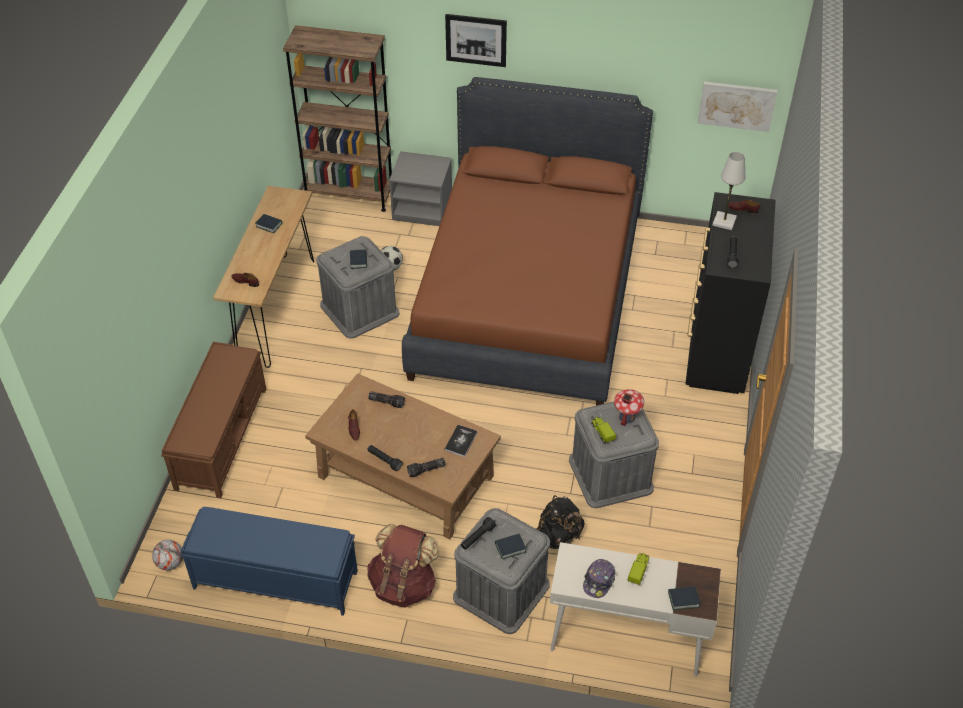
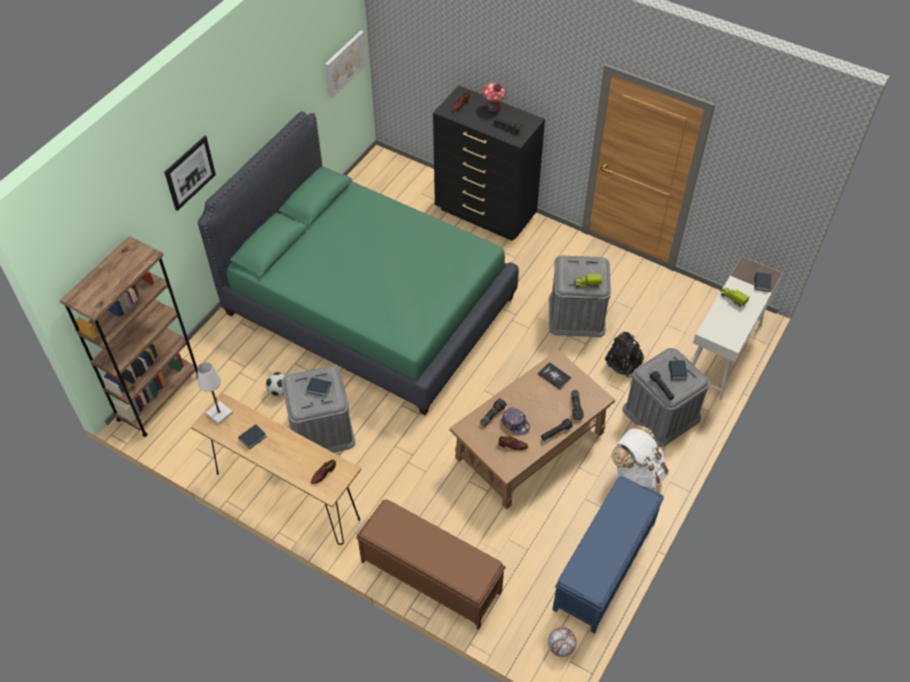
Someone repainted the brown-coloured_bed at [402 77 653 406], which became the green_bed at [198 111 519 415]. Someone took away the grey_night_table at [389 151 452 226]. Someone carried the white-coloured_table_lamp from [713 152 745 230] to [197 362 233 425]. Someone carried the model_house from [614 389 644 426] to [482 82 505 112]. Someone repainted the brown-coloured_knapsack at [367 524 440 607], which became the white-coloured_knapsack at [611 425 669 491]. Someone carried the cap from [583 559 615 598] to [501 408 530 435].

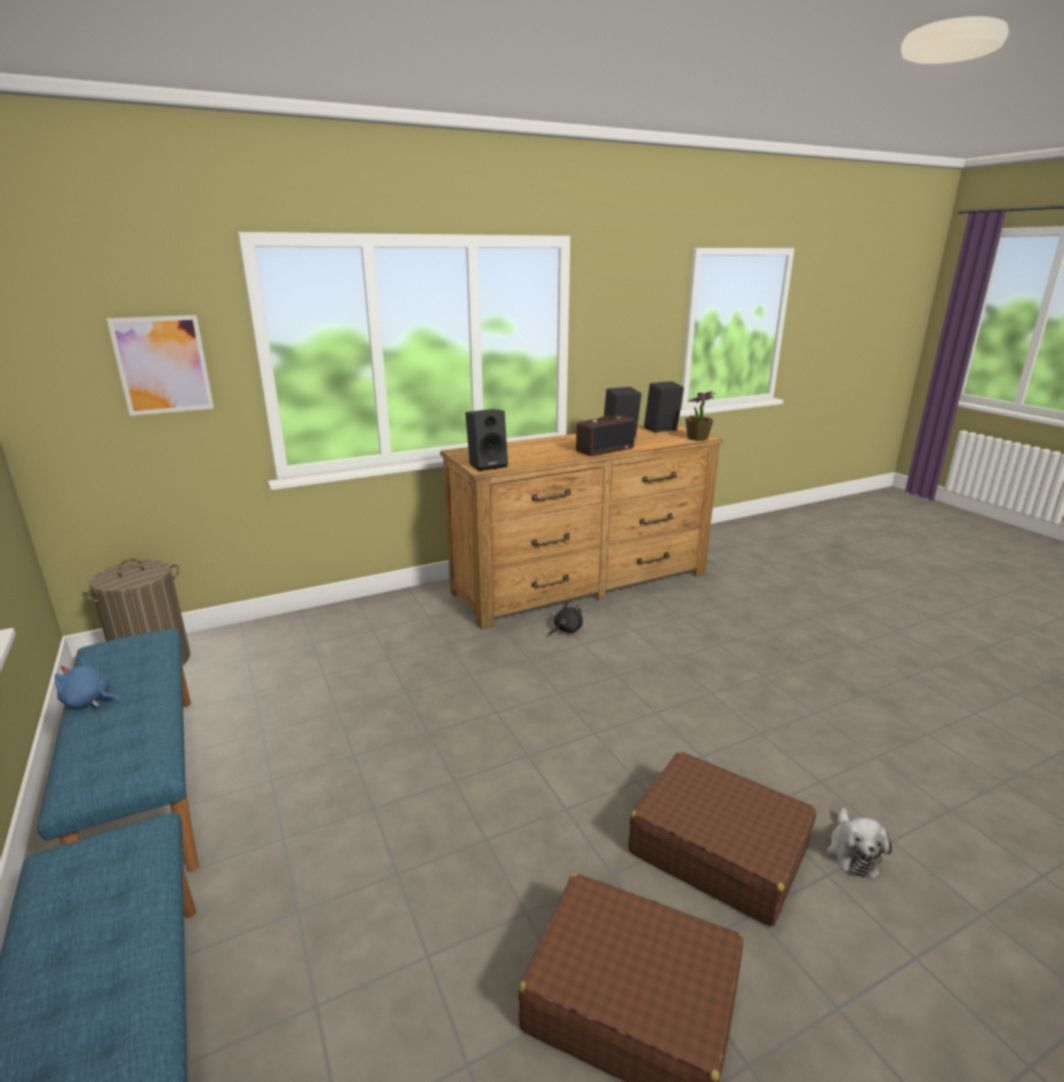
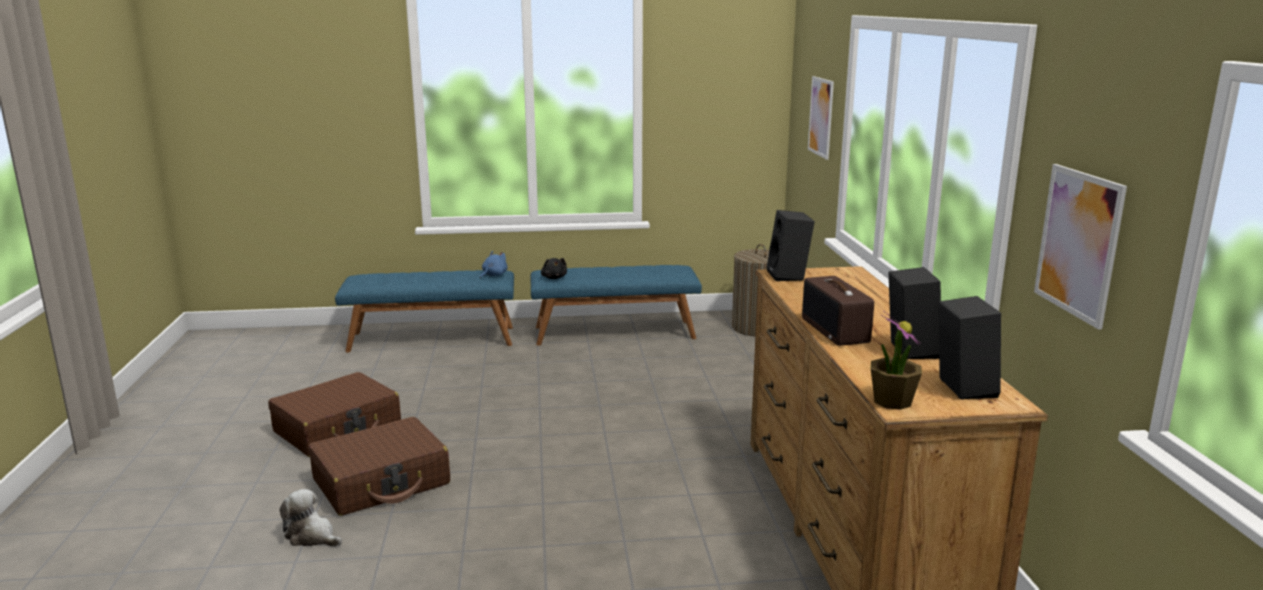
Someone carried the blackish_plush_toy from [549 602 583 636] to [541 258 567 279]. Someone carried the blue-coloured_plush_toy from [55 658 120 707] to [480 251 507 279]. Someone put up the wall_picture at [1034 164 1127 329].

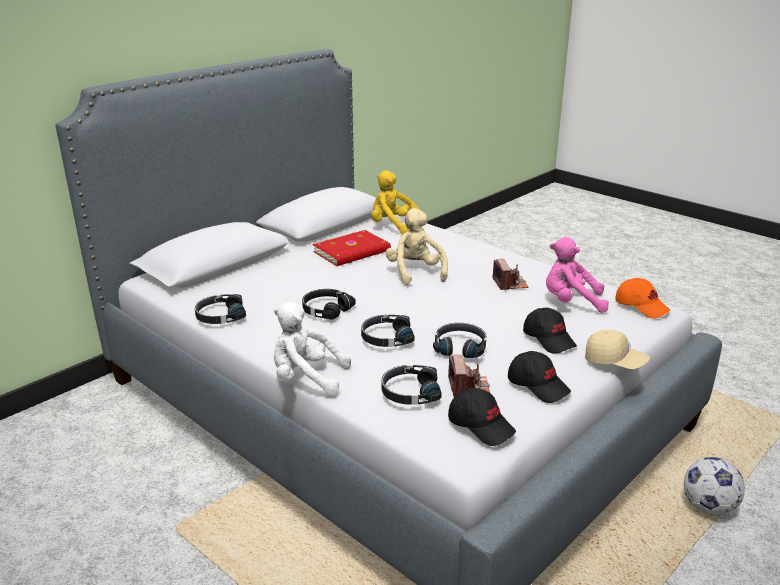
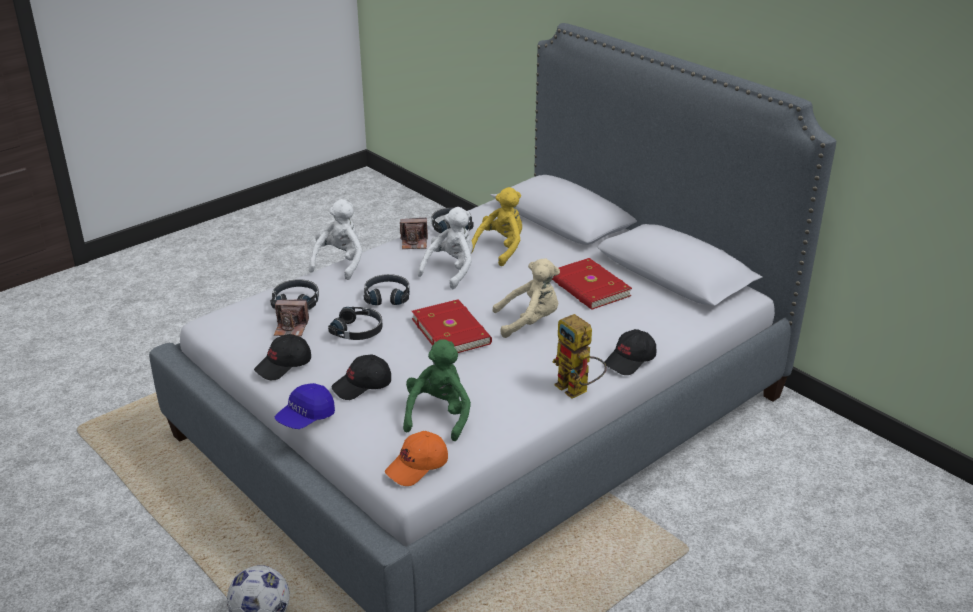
Someone carried the yellowish_plush_toy from [371 171 419 234] to [472 187 522 266]. Someone repainted the pink_plush_toy at [546 237 609 313], which became the green_plush_toy at [403 339 471 441]. Someone carried the still_camera from [492 259 529 291] to [400 218 428 249]. Someone swapped the blackish_headphones at [302 289 356 320] for the white-coloured_plush_toy at [418 207 473 289]. Someone repainted the beige-coloured_cap at [585 330 650 370], which became the blue-coloured_cap at [275 383 335 429]. Someone carried the blackish_cap from [448 388 516 446] to [605 329 656 375]. Someone put down the reddish_bound_book at [412 299 492 353]. Someone put down the toy_robot at [553 314 607 399].

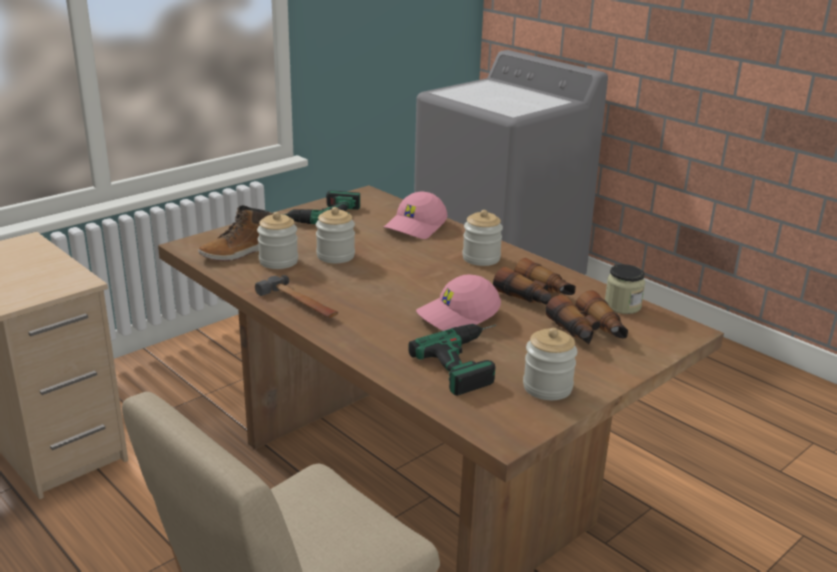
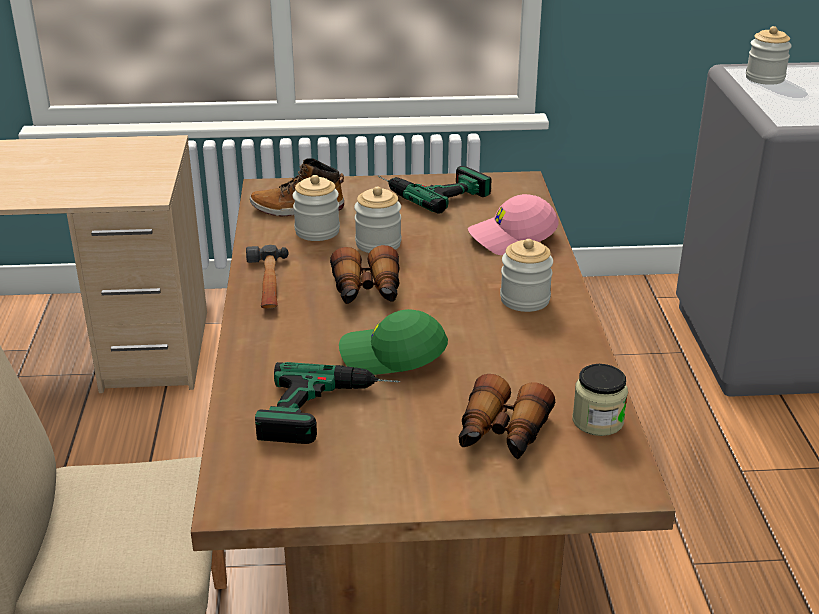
Someone carried the pair_of_binoculars from [493 258 576 305] to [330 245 400 304]. Someone repainted the pink_cap at [416 274 501 331], which became the green_cap at [339 309 448 375]. Someone carried the jar from [523 328 577 400] to [746 26 792 85].

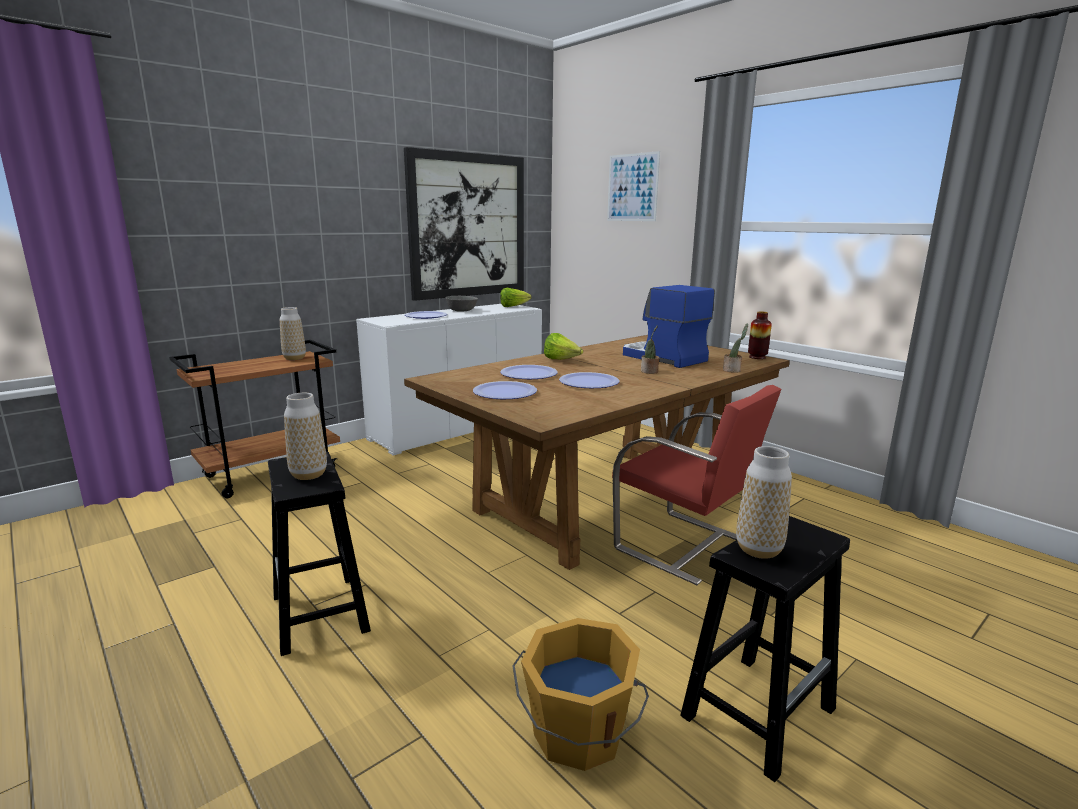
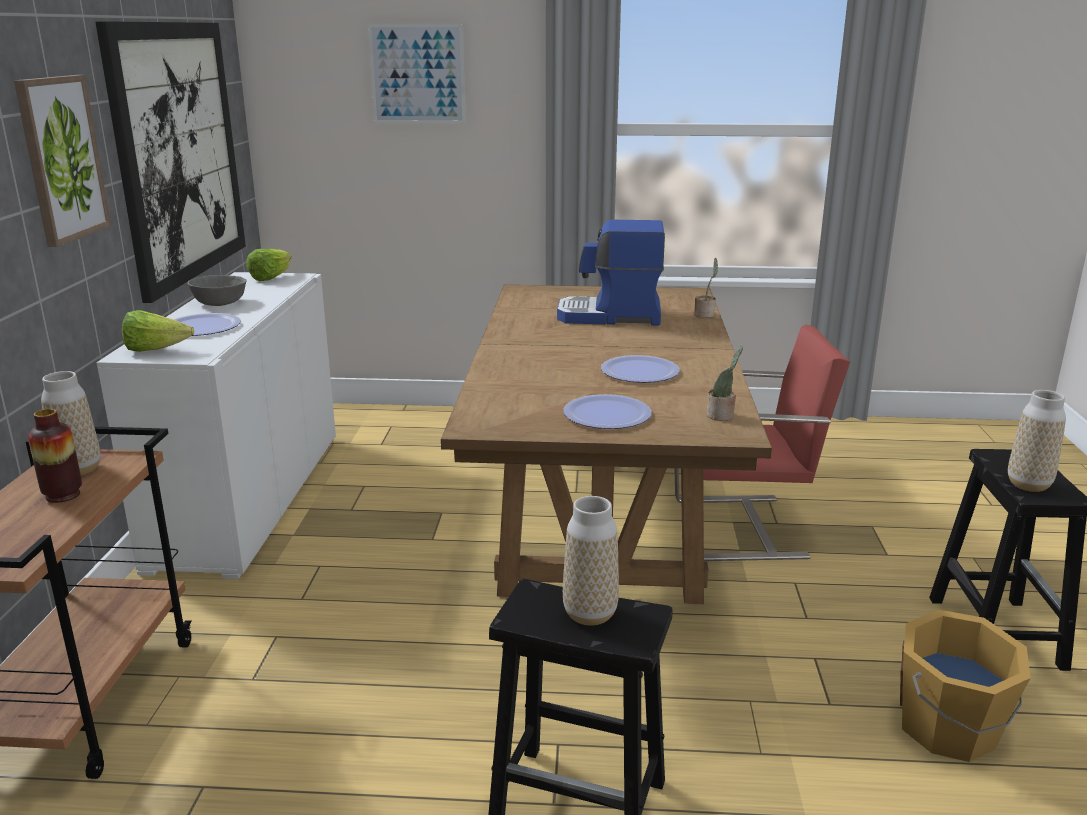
Someone carried the decorative_vase from [748 312 772 359] to [28 409 82 503]. Someone carried the plant_in_a_pot from [641 326 660 374] to [707 346 743 421]. Someone carried the lettuce from [544 333 583 360] to [122 310 194 352]. Someone took away the flat_dish at [500 365 558 379]. Someone put up the wall_picture at [14 75 111 247].

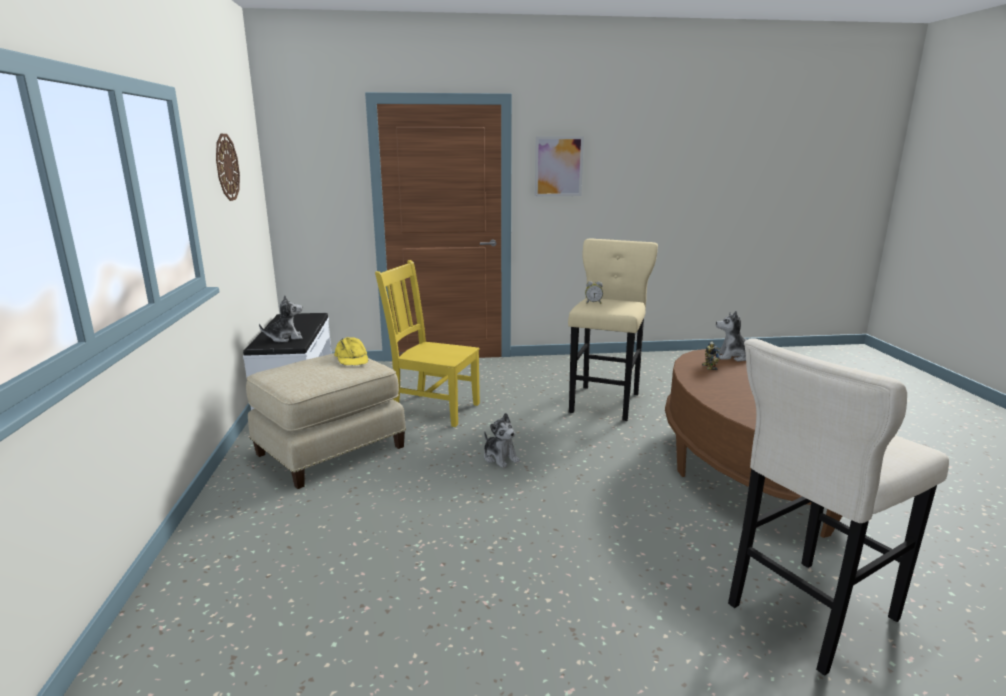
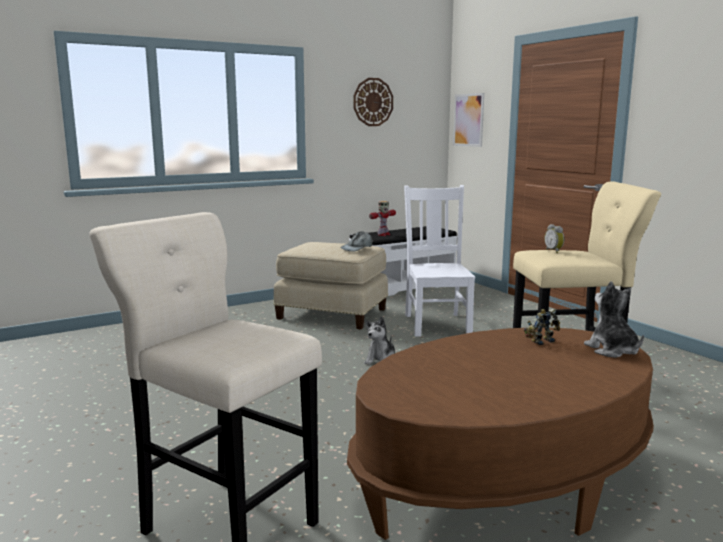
Someone carried the wall_picture from [535 136 584 196] to [453 93 484 147]. Someone repainted the yellowish_chair at [375 260 480 427], which became the white-coloured_chair at [404 185 475 337]. Someone swapped the plush_toy at [259 295 302 342] for the toy_robot at [369 201 396 236]. Someone repainted the yellowish_cap at [335 337 368 365], which became the grey_cap at [341 231 372 251].

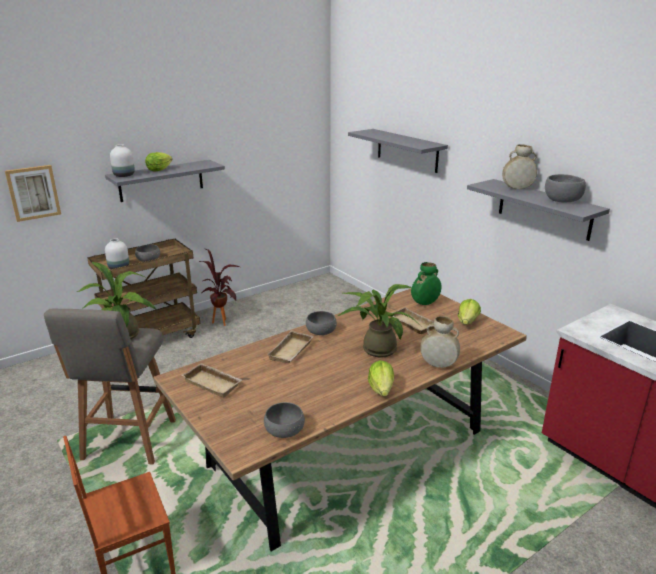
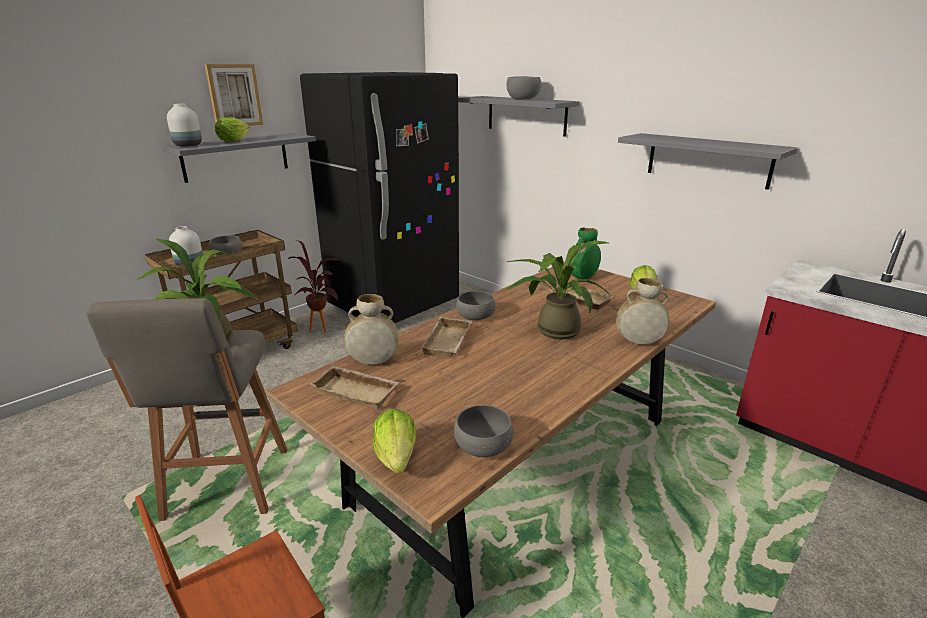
Someone carried the beige-coloured_decorative_vase from [502 144 537 189] to [344 294 399 365]. Someone carried the wall_picture from [5 165 61 222] to [205 64 263 126]. Someone carried the grey_serving_bowl from [545 174 586 202] to [506 76 541 100]. Someone carried the lettuce from [368 360 394 396] to [373 409 416 473]. Someone put down the blackish_fridge at [300 72 459 323].

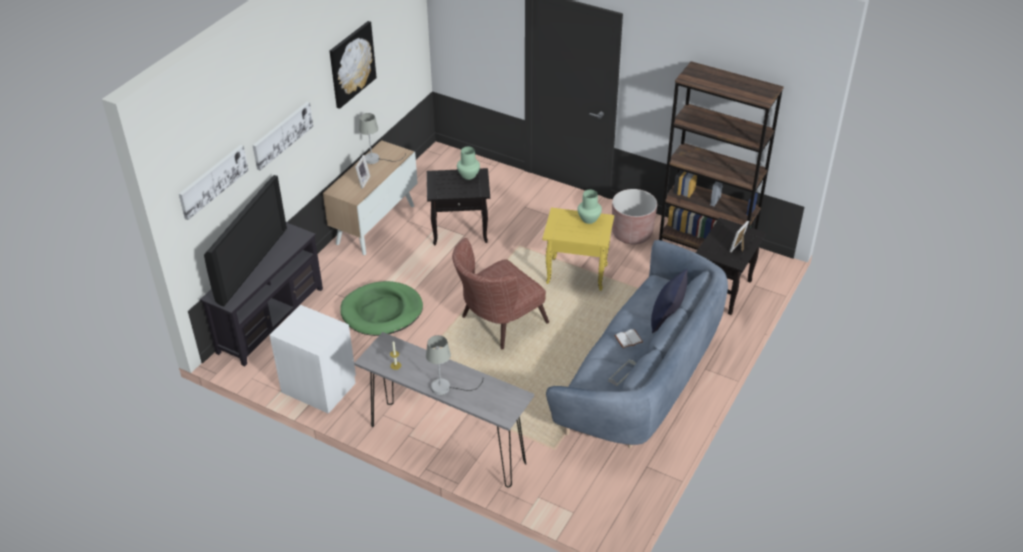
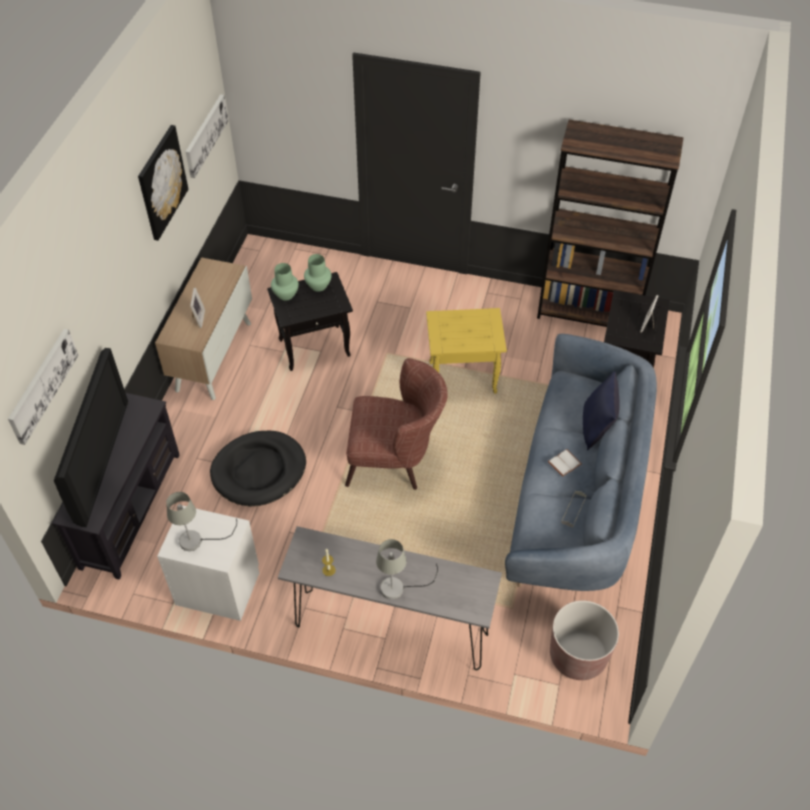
Someone carried the wall_picture from [252 102 313 171] to [186 94 229 178]. Someone carried the grey_table_lamp from [359 113 406 164] to [166 492 237 551]. Someone carried the green_decorative_vase from [577 189 602 224] to [271 263 299 301]. Someone carried the brown-coloured_flower_pot from [612 189 657 244] to [550 600 619 680]. Someone rotated the brown-coloured_easy_chair at [452 238 549 350] by 120 degrees counterclockwise. Someone repainted the green_dog_bed at [340 281 423 336], which became the blackish_dog_bed at [210 431 306 506].

